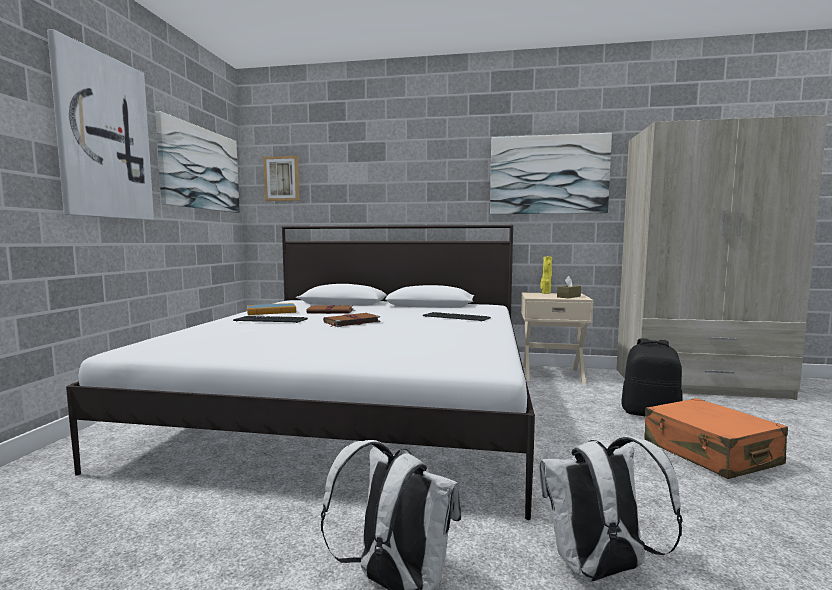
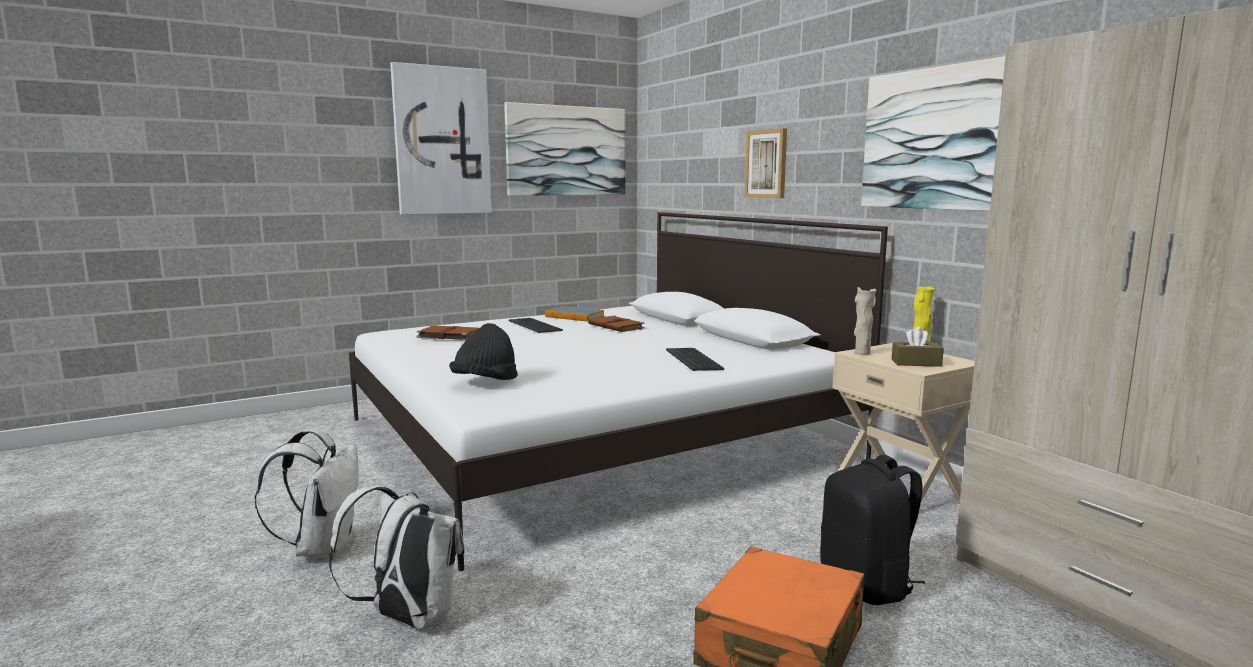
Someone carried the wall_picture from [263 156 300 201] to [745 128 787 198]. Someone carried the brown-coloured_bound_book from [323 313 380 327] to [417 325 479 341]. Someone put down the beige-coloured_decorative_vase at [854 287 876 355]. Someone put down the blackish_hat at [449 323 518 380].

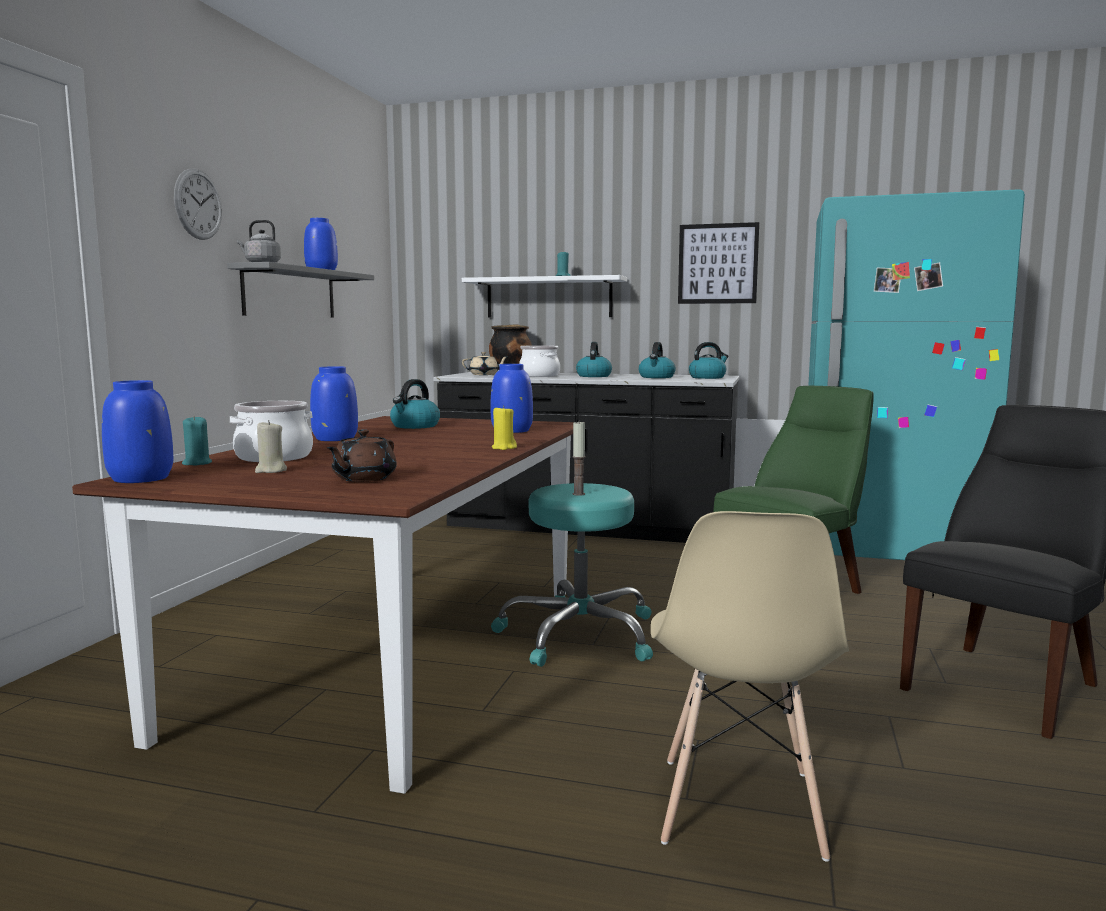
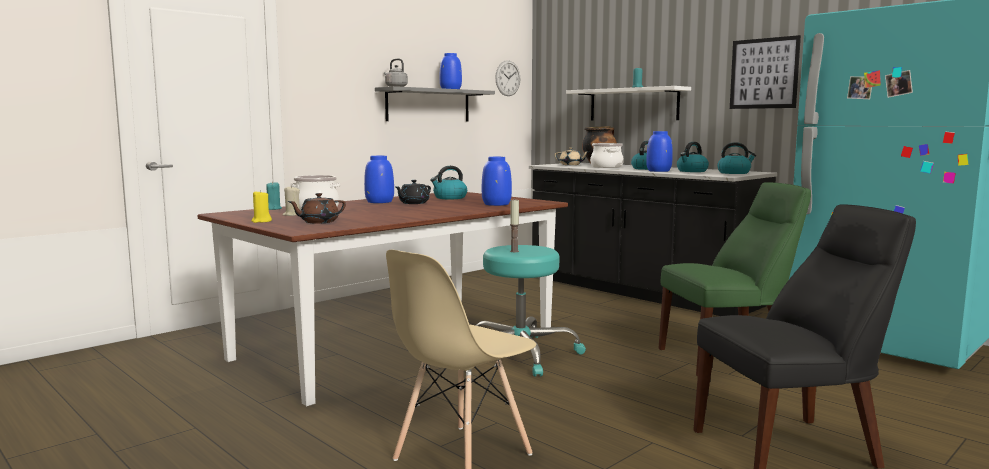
Someone carried the clock_on_the_wall from [174 168 222 240] to [495 60 520 96]. Someone carried the blue-coloured_decorative_vase from [102 380 173 483] to [646 131 673 172]. Someone carried the yellowish_wax_candle from [492 405 517 450] to [252 190 272 223]. Someone put down the blackish_pot_for_tea at [395 180 431 204].

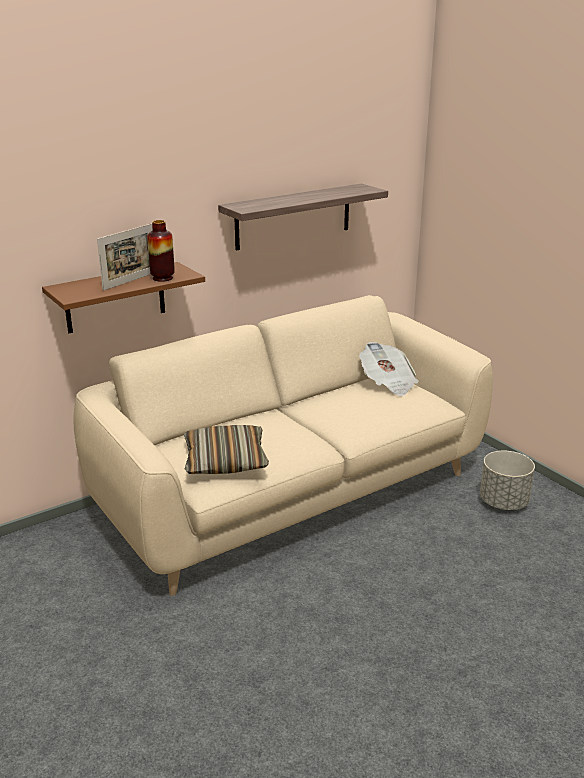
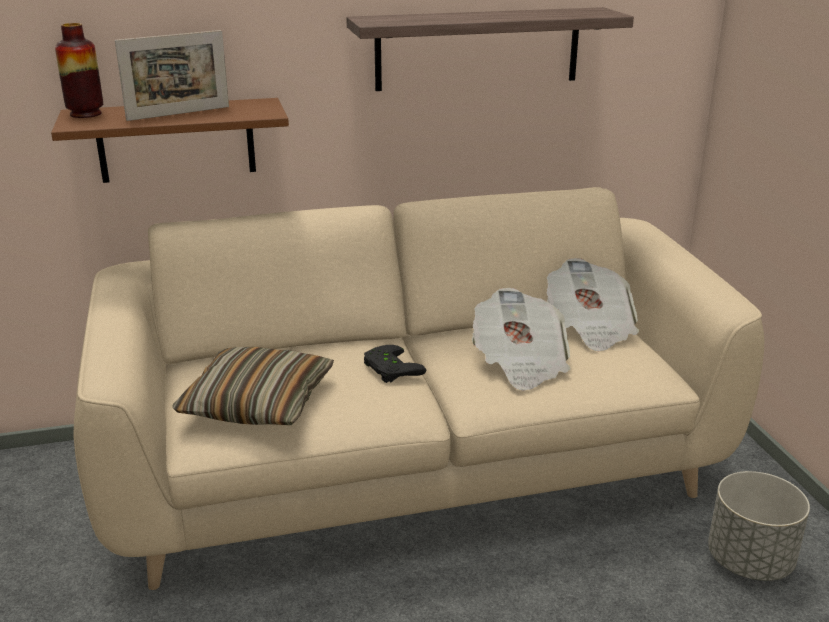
Someone carried the decorative_vase from [147 220 175 282] to [55 23 103 118]. Someone put down the daily_paper at [472 288 570 391]. Someone put down the blackish_game_controller at [364 345 426 383].

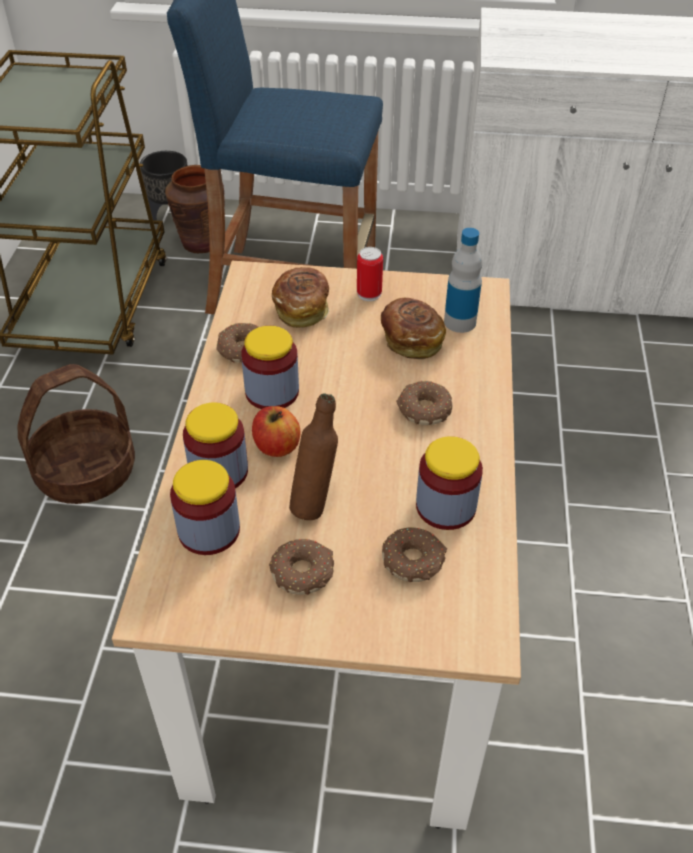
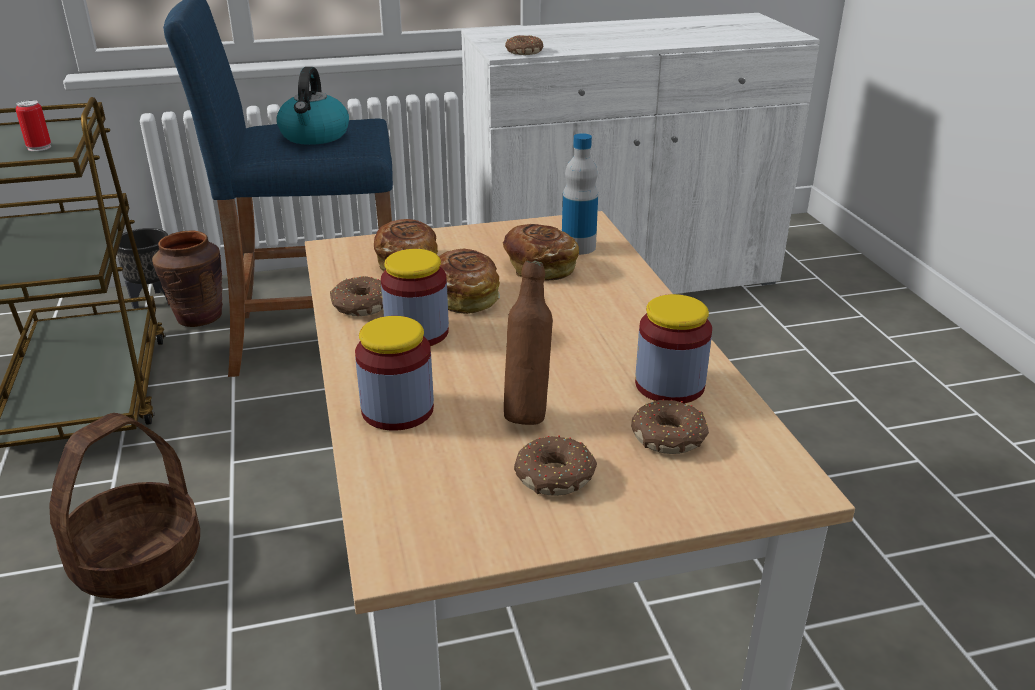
Someone carried the metal_can from [357 247 383 301] to [16 100 51 151]. Someone carried the doughnut from [396 381 453 425] to [505 35 543 55]. Someone took away the apple at [252 406 300 457]. Someone took away the jar at [170 460 240 555]. Someone put down the water_kettle at [276 67 349 145]. Someone put down the bread at [439 249 500 314].

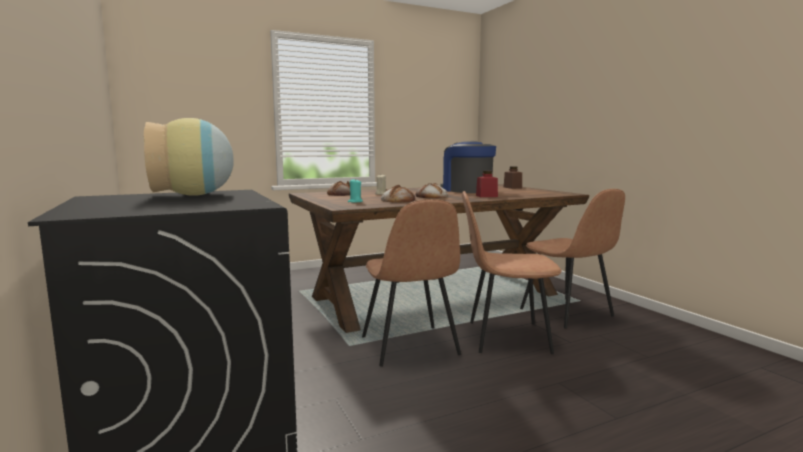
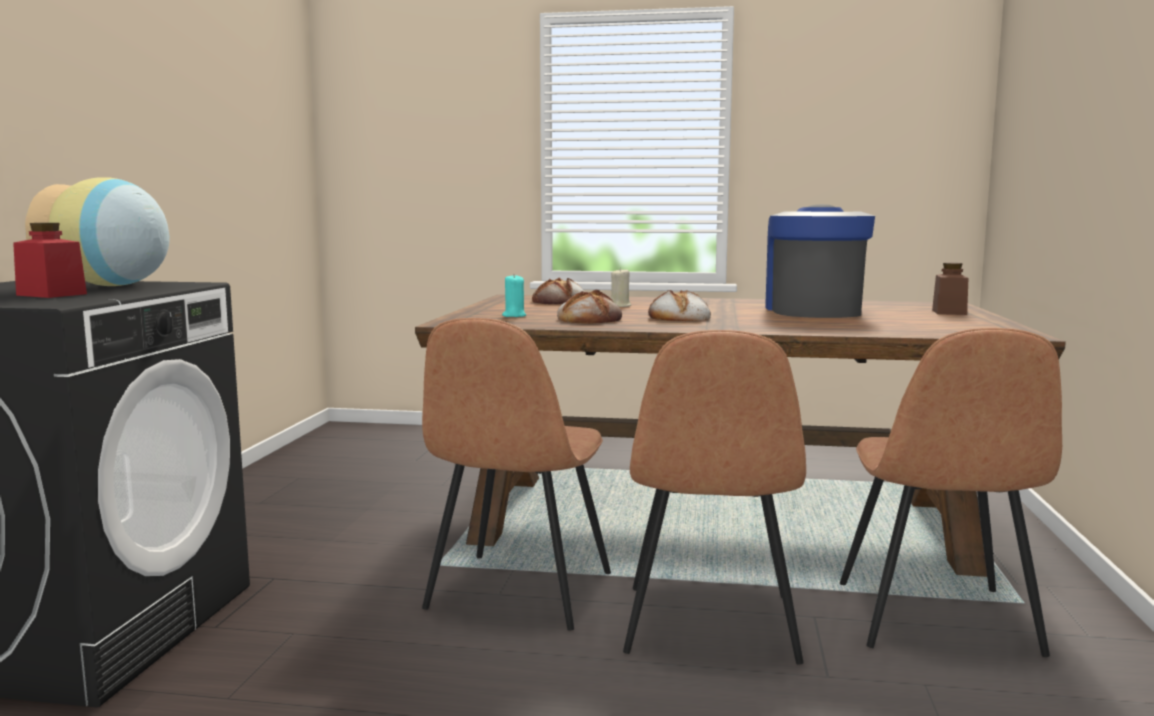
Someone carried the reddish_jar from [476 171 498 197] to [13 223 87 298]. Someone rotated the brown-coloured_chair at [462 191 562 354] by 120 degrees counterclockwise.

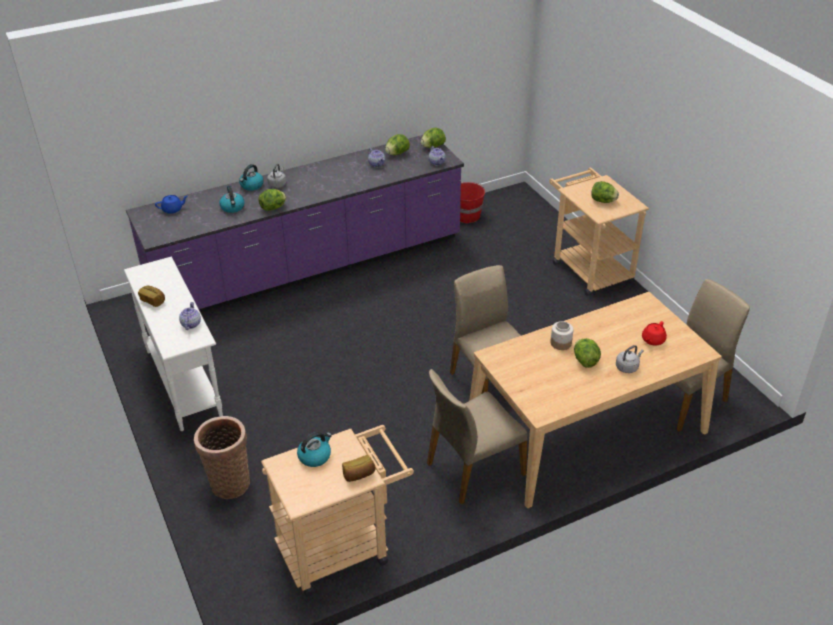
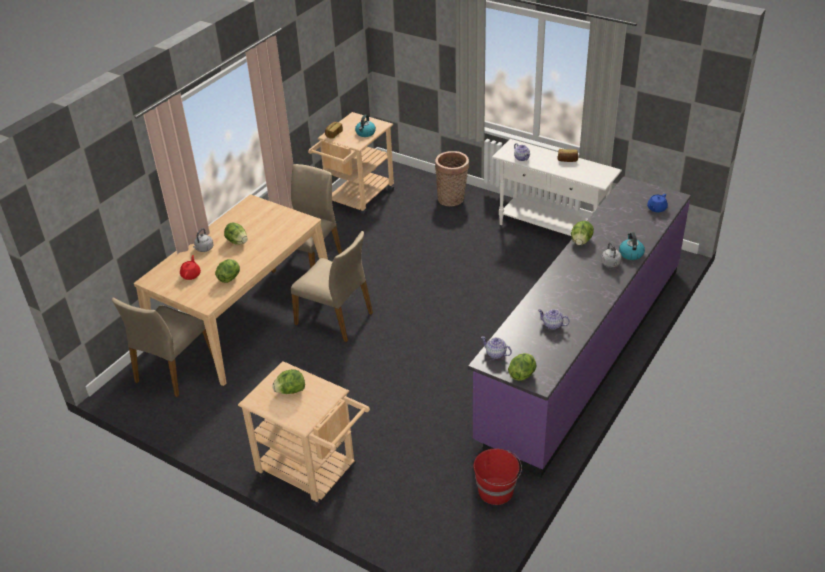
Someone carried the lettuce from [385 134 410 155] to [215 259 240 283]. Someone took away the water_kettle at [219 186 245 213]. Someone took away the jar at [550 321 573 350].

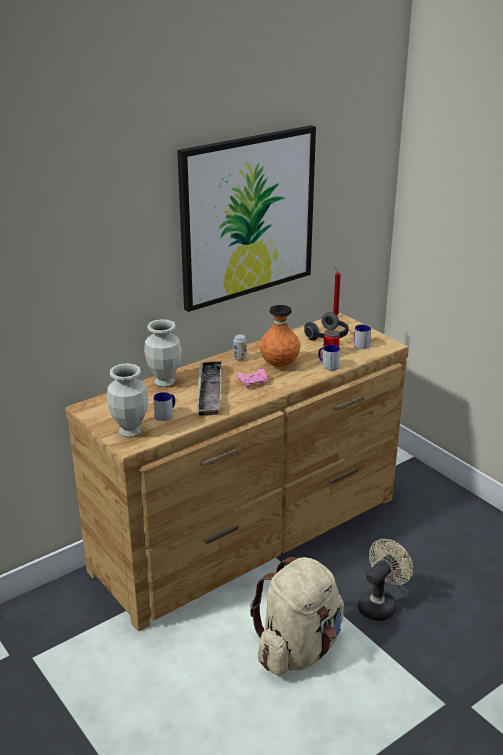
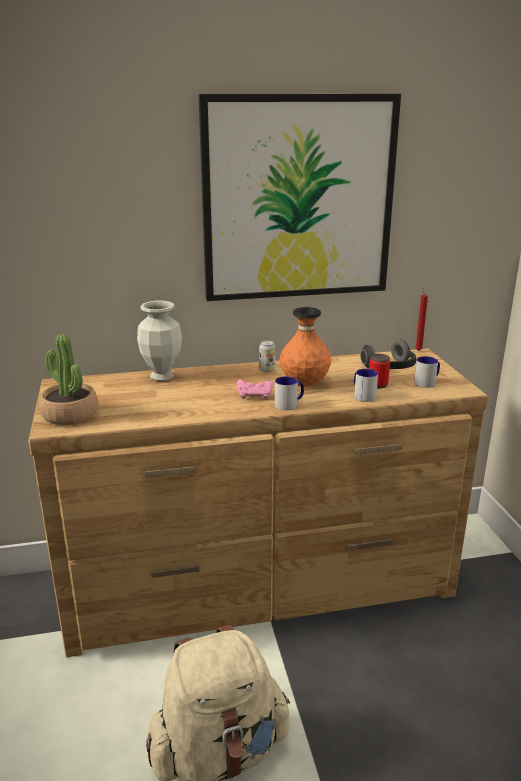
Someone took away the carrying_tray at [197 361 222 416]. Someone swapped the decorative_vase at [107 363 148 438] for the plant_in_a_pot at [39 334 98 425]. Someone carried the mug from [153 392 175 421] to [275 376 304 411]. Someone took away the beige-coloured_electric_fan at [358 539 413 621].

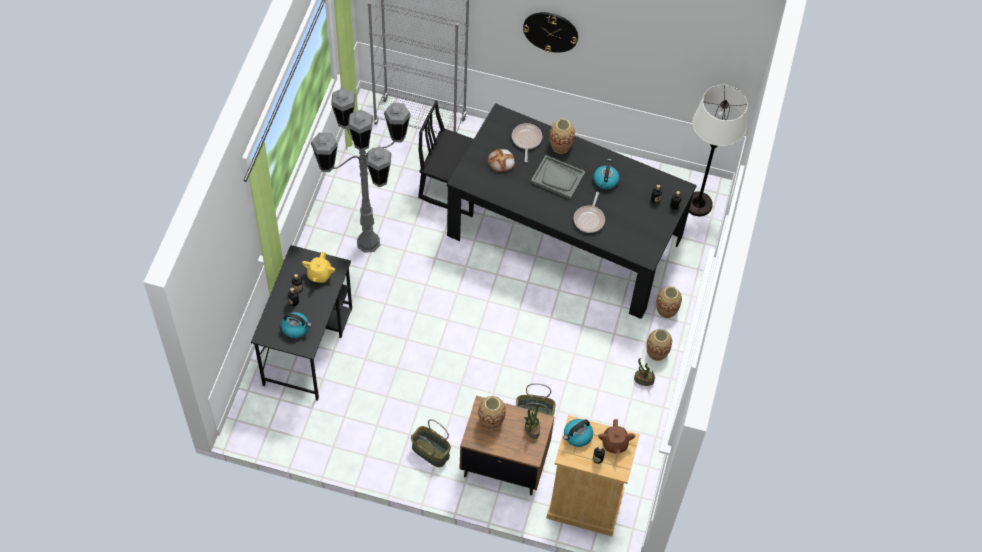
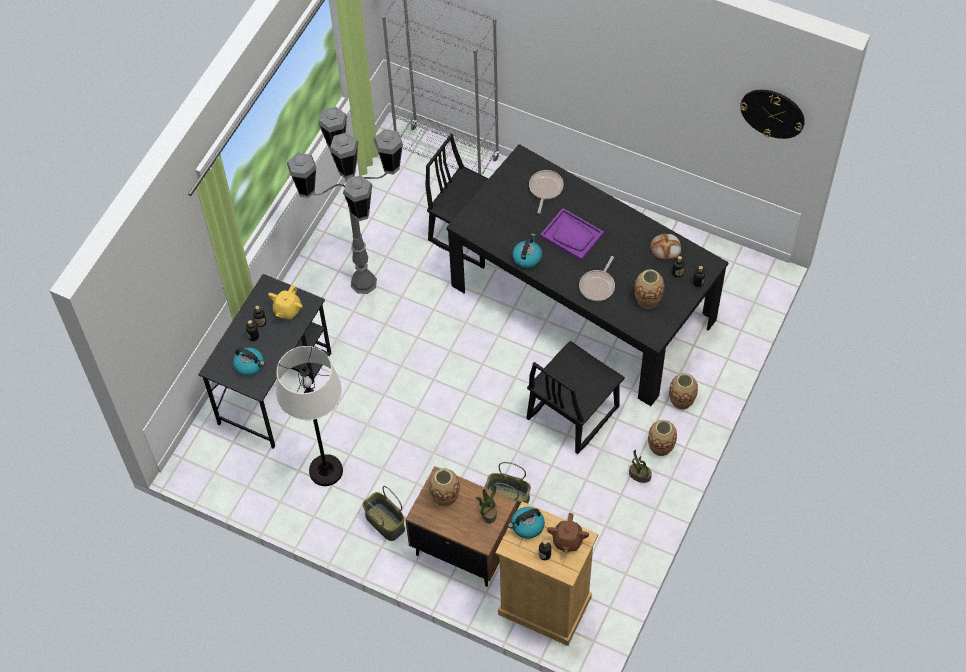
Someone carried the clock_on_the_wall from [523 12 578 53] to [740 90 805 139]. Someone carried the white-coloured_standing_lamp from [689 85 748 216] to [276 346 343 486]. Someone carried the decorative_vase from [550 119 575 154] to [635 269 664 309]. Someone carried the bread from [488 149 515 173] to [650 233 681 260]. Someone repainted the grey_carrying_tray at [531 155 586 200], which became the purple-coloured_carrying_tray at [540 208 604 261]. Someone carried the water_kettle from [593 159 619 190] to [512 234 542 268]. Someone put down the blackish_chair at [526 341 625 454].

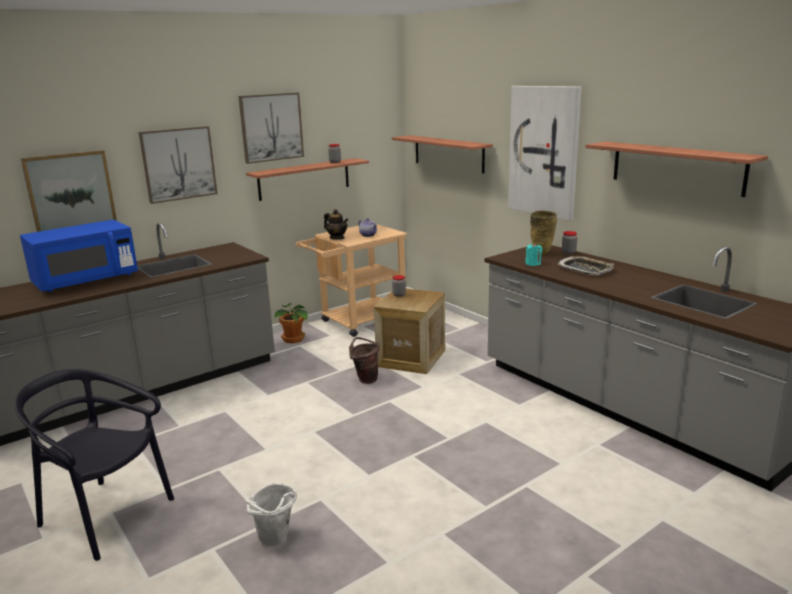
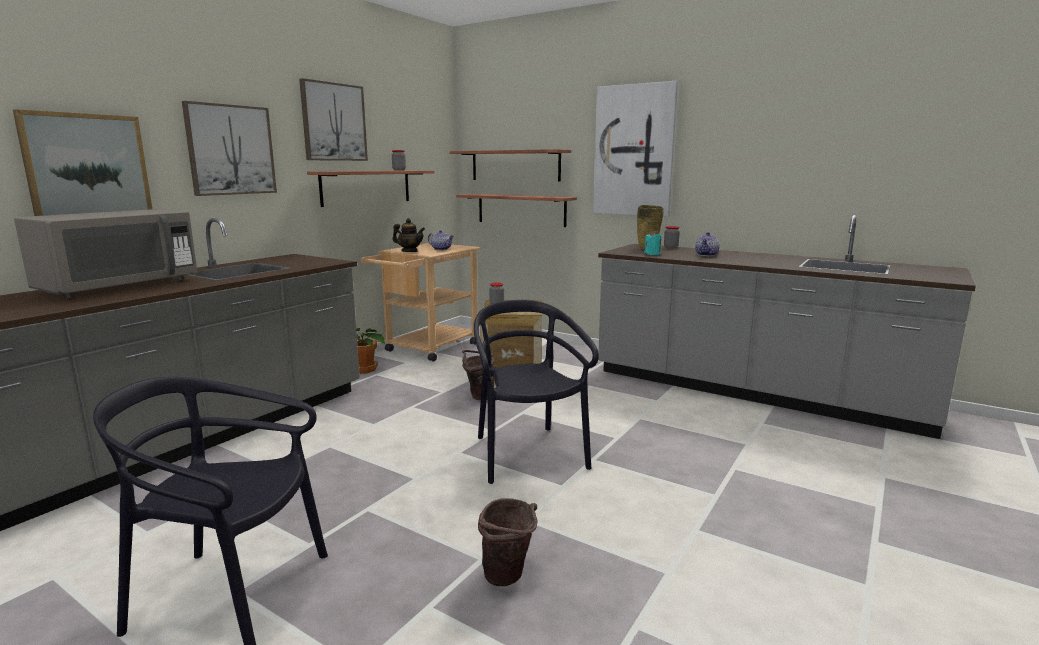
Someone carried the shelf from [585 142 768 197] to [456 194 577 227]. Someone repainted the blue-coloured_microwave_oven at [20 220 138 292], which became the grey_microwave_oven at [14 209 198 298]. Someone swapped the carrying_tray at [558 256 614 275] for the pot_for_tea at [695 232 720 256]. Someone repainted the white-coloured_water_bucket at [246 483 297 546], which became the brown-coloured_water_bucket at [478 498 538 586]. Someone put down the blackish_chair at [474 300 599 484].

